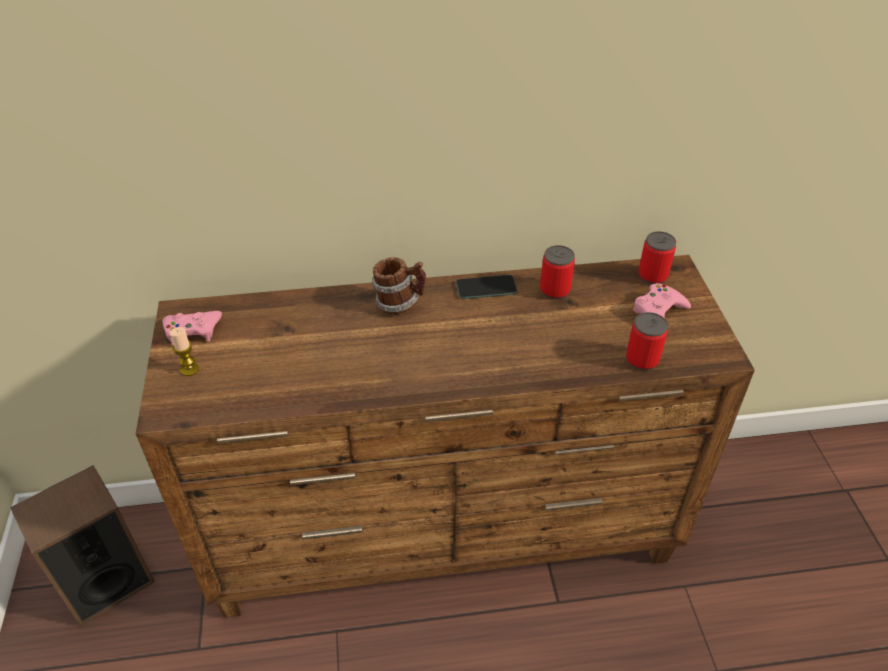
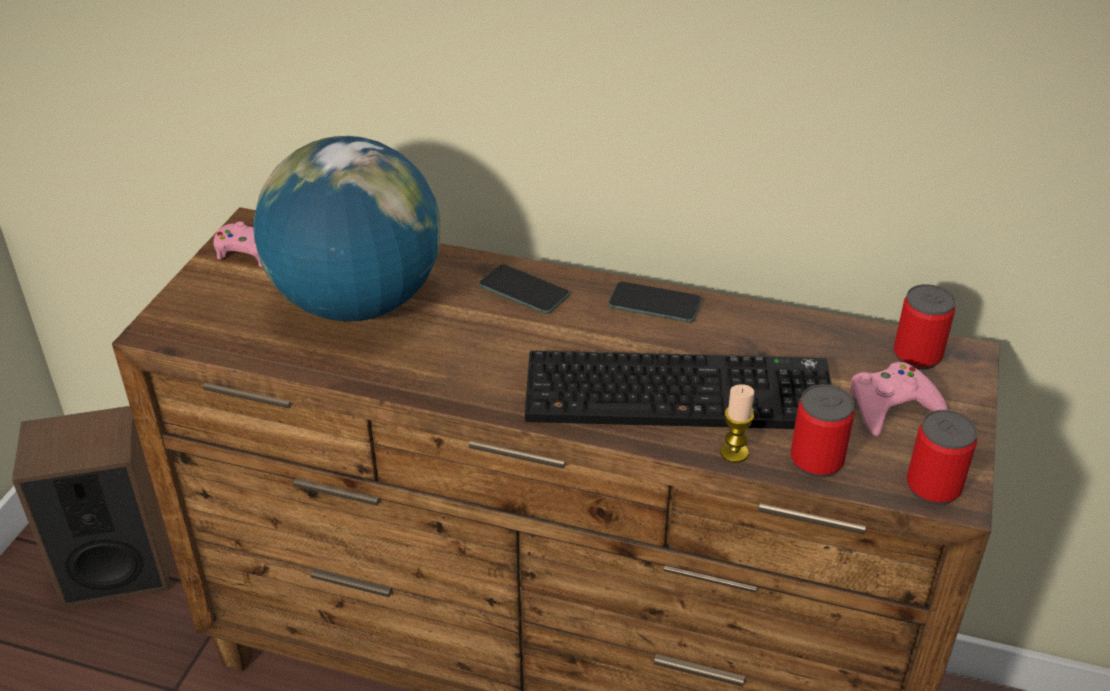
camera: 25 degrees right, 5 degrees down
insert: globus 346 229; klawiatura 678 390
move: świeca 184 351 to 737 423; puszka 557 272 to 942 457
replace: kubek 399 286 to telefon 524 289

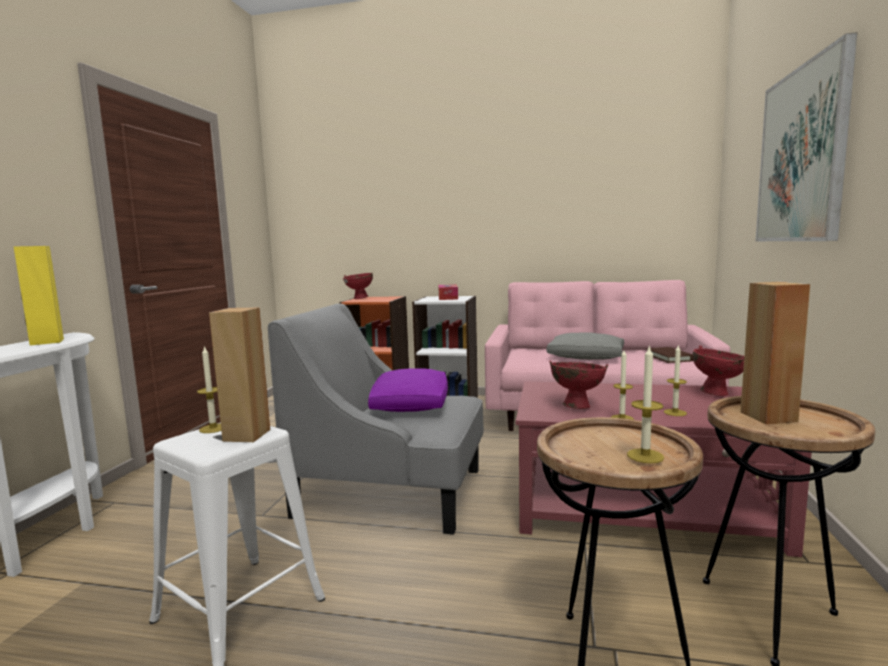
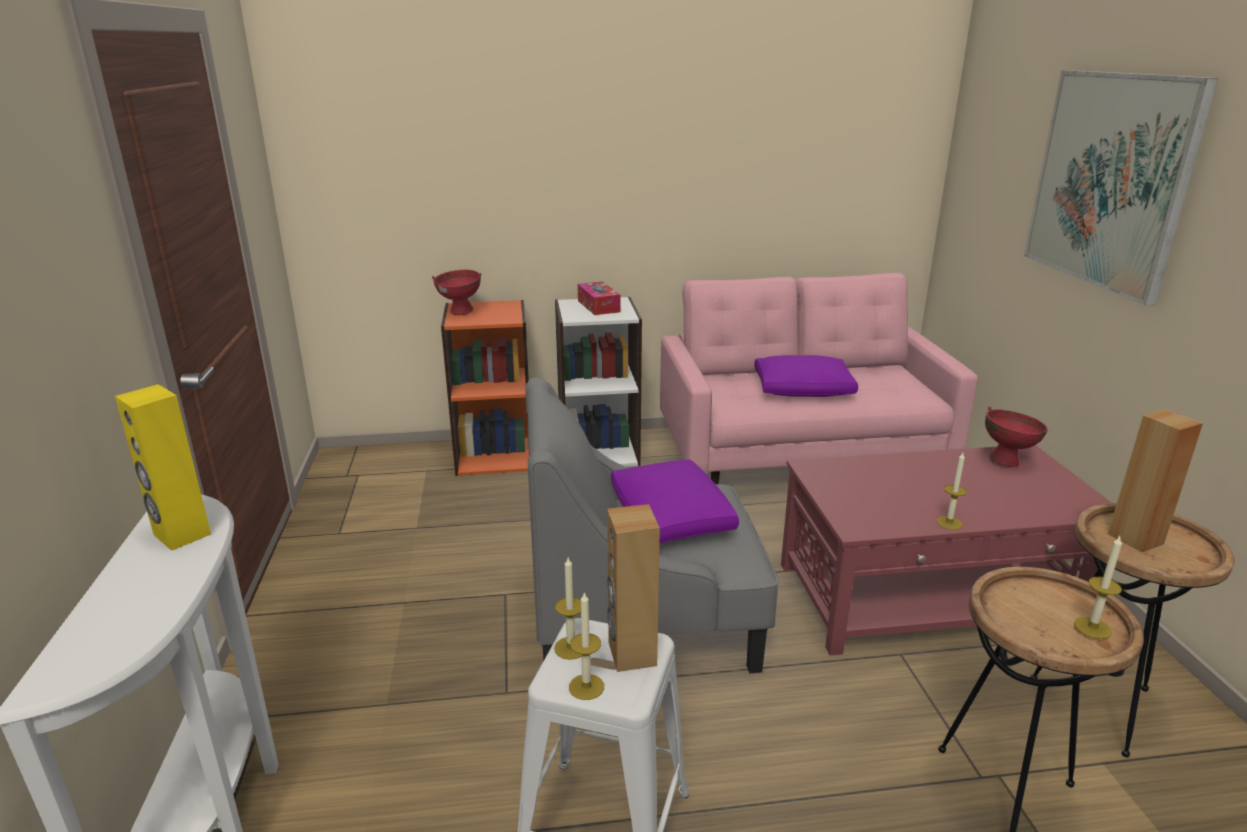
camera: 20 degrees left, 15 degrees up
delete: miska (czerwony) 578 385; książka (brązowy) 669 355
move: świeca 675 380 to 586 645
recolor: poduszka (szary) 585 346 to poduszka (fioletowy) 806 376

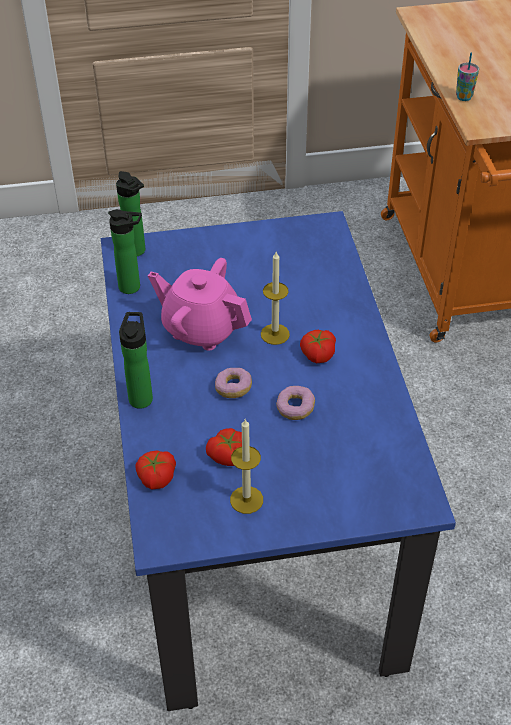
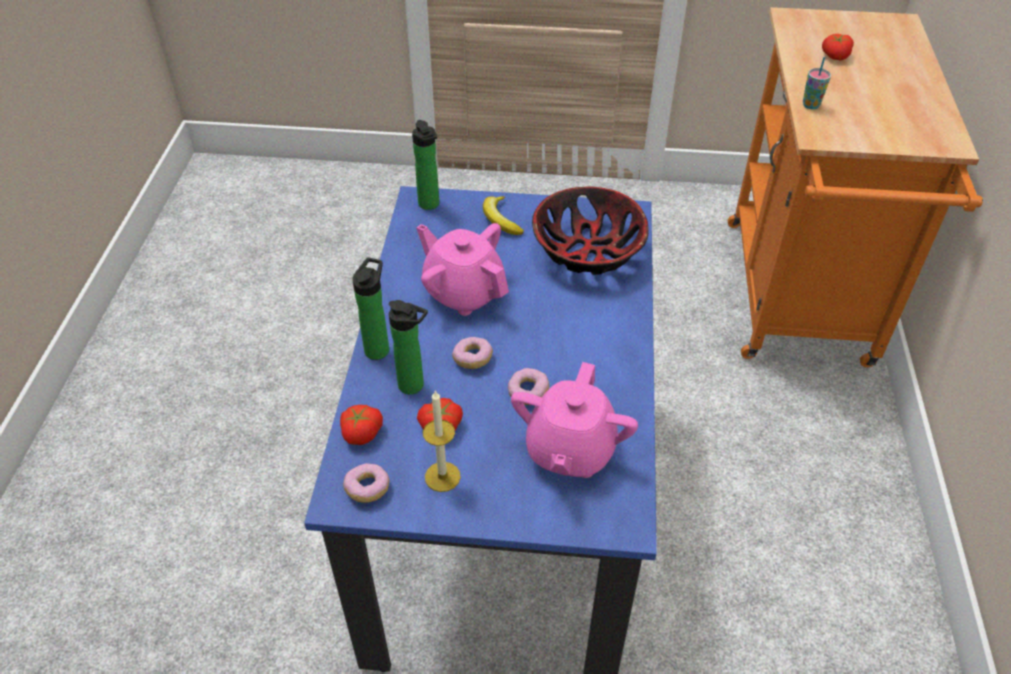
camera: 15 degrees right, 0 degrees up
delete: świeca 275 298
insert: donut 366 483; banan 503 215; imbryk (różowy) 574 420; miska 590 231
move: butelka 125 251 to 408 347; pomidor 318 346 to 838 47

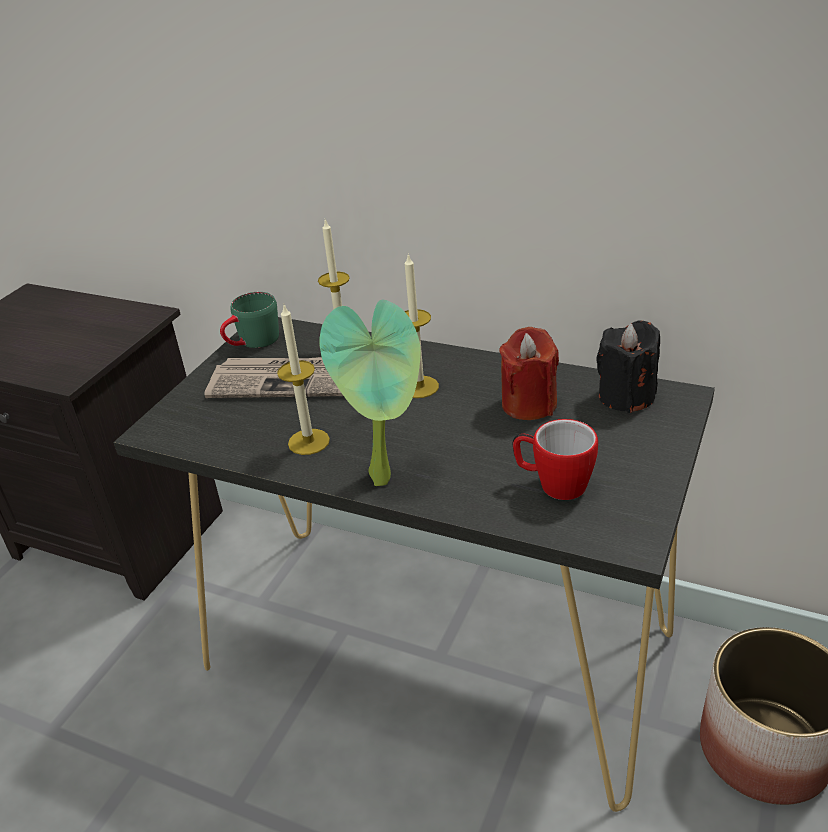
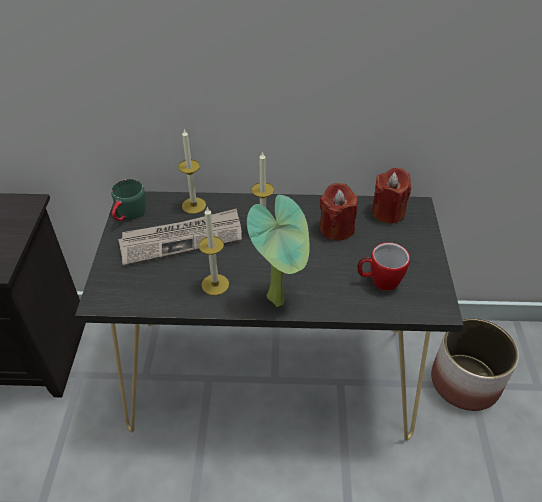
camera: 25 degrees left, 10 degrees up
recolor: świeca (czarny) 628 366 to świeca (czerwony) 391 196

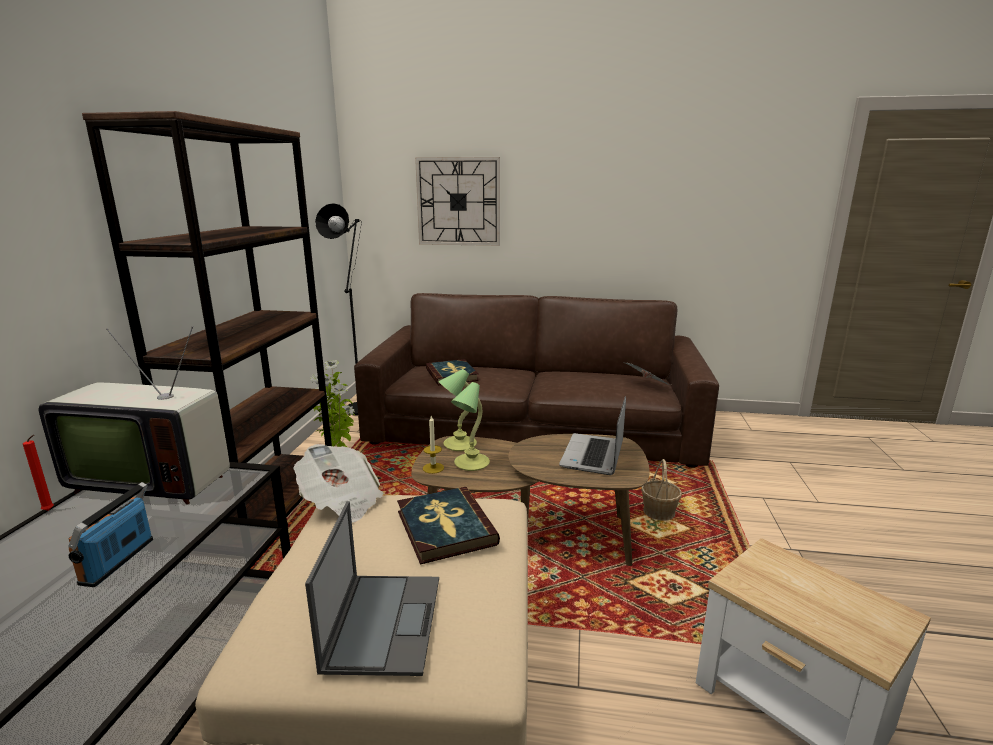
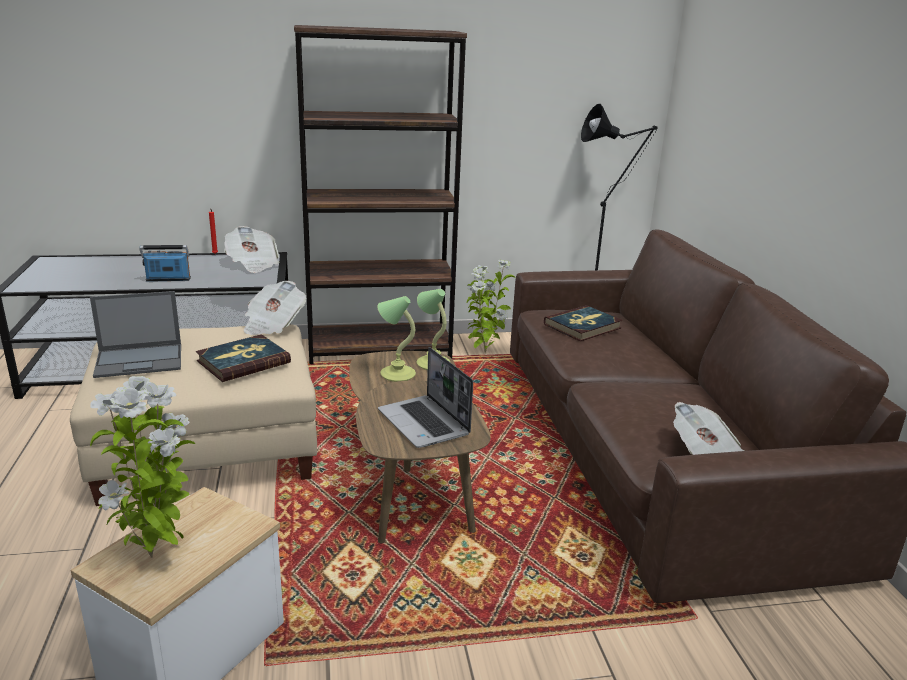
camera: 70 degrees right, 5 degrees up
delete: zegar ścienny 457 201; świeca 433 445; koszyk 661 489
insert: roślina doniczkowa 142 467
replace: telewizor 134 415 to gazeta 251 249
rotate: laptop 592 435 = 425 397 120 degrees counterclockwise

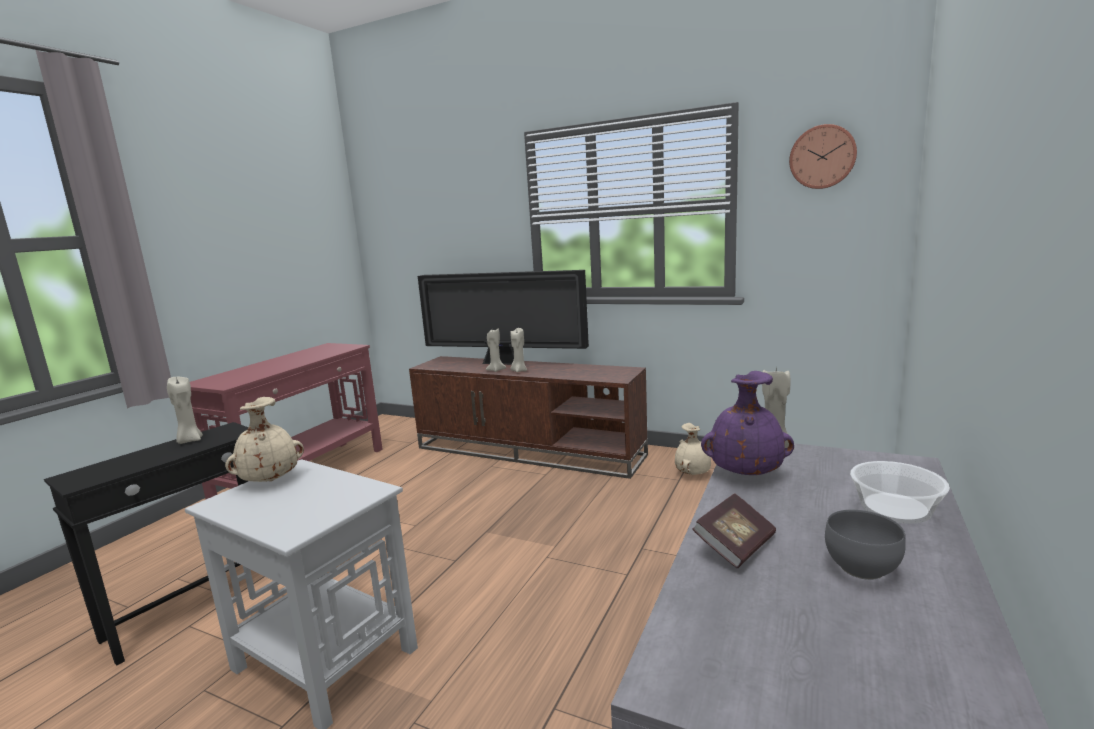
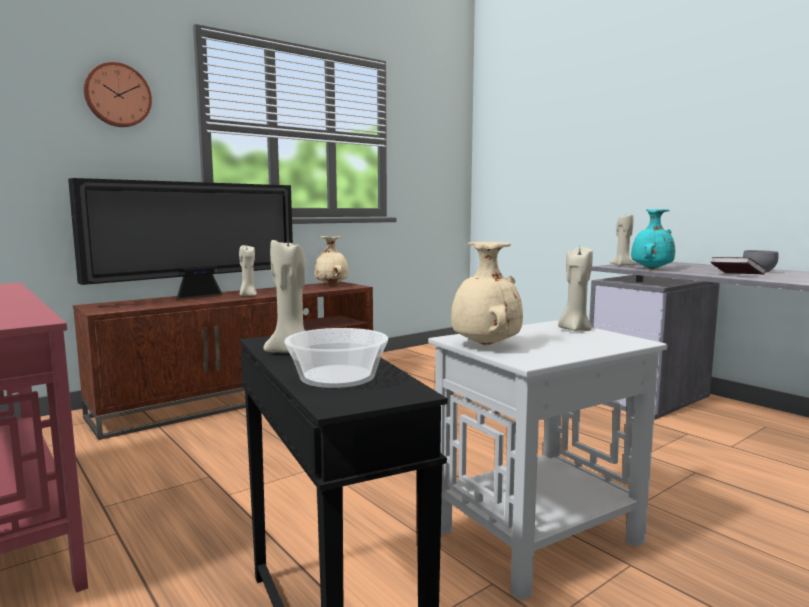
camera: 65 degrees left, 5 degrees down
move: zegar ścienny 823 156 to 118 94; miska 900 492 to 336 358; wazon (beżowy) 693 449 to 331 260; świeca (beżowy) 496 350 to 575 289
recolor: wazon (fioletowy) 747 423 to wazon (turkusowy) 653 239

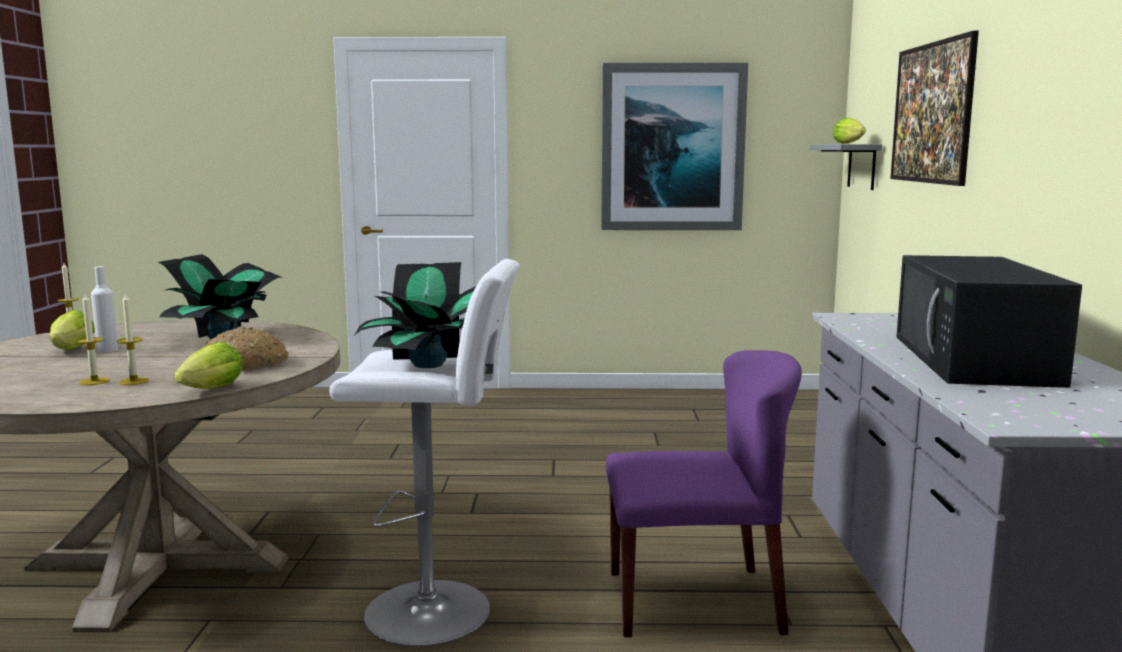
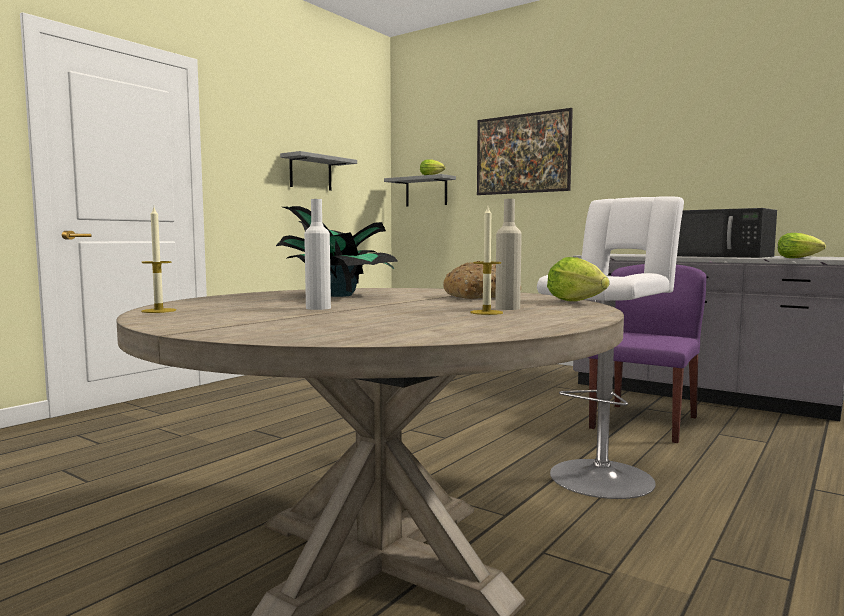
camera: 55 degrees left, 5 degrees down
delete: roślina doniczkowa 426 315
move: sałata 72 329 to 802 245
replace: obraz 674 146 to półka (szary) 318 171; świeca 133 339 to butelka (beżowy) 508 254

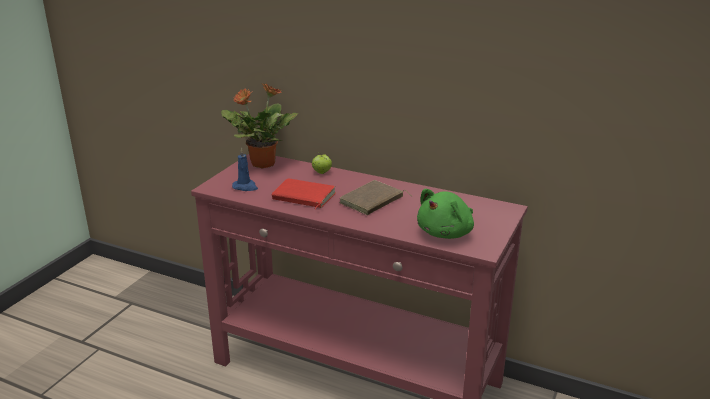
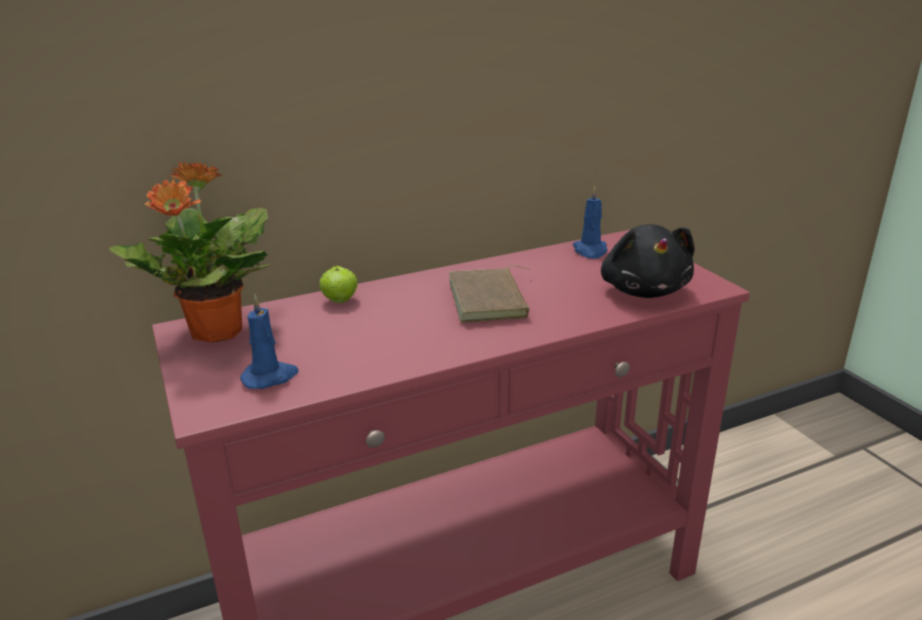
camera: 50 degrees left, 0 degrees up
delete: książka (czerwony) 304 194
insert: świeca (niebieski) 590 222
recolor: pluszak (zielony) 445 214 to pluszak (czarny) 648 261

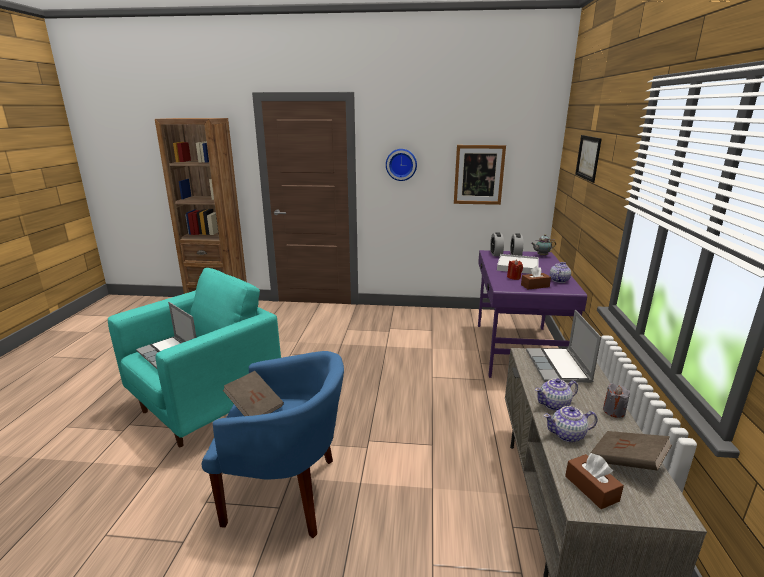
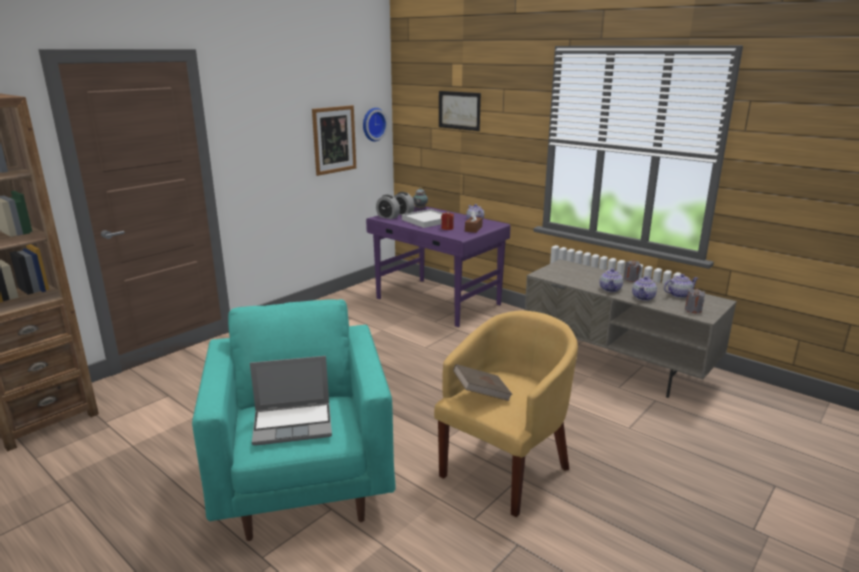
camera: 55 degrees left, 0 degrees up
delete: laptop 563 346
move: zegar ścienny 401 165 to 375 125
replace: książka (brązowy) 631 451 to imbryk 681 286; pudełko chusteczek (brązowy) 594 481 to świeca (szary) 695 300
recolor: fotel (niebieski) 273 444 to fotel (żółty) 506 413

